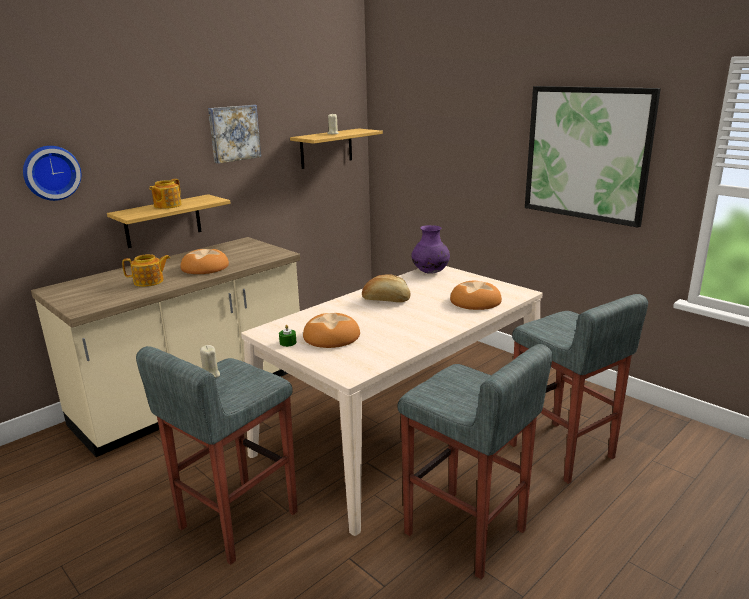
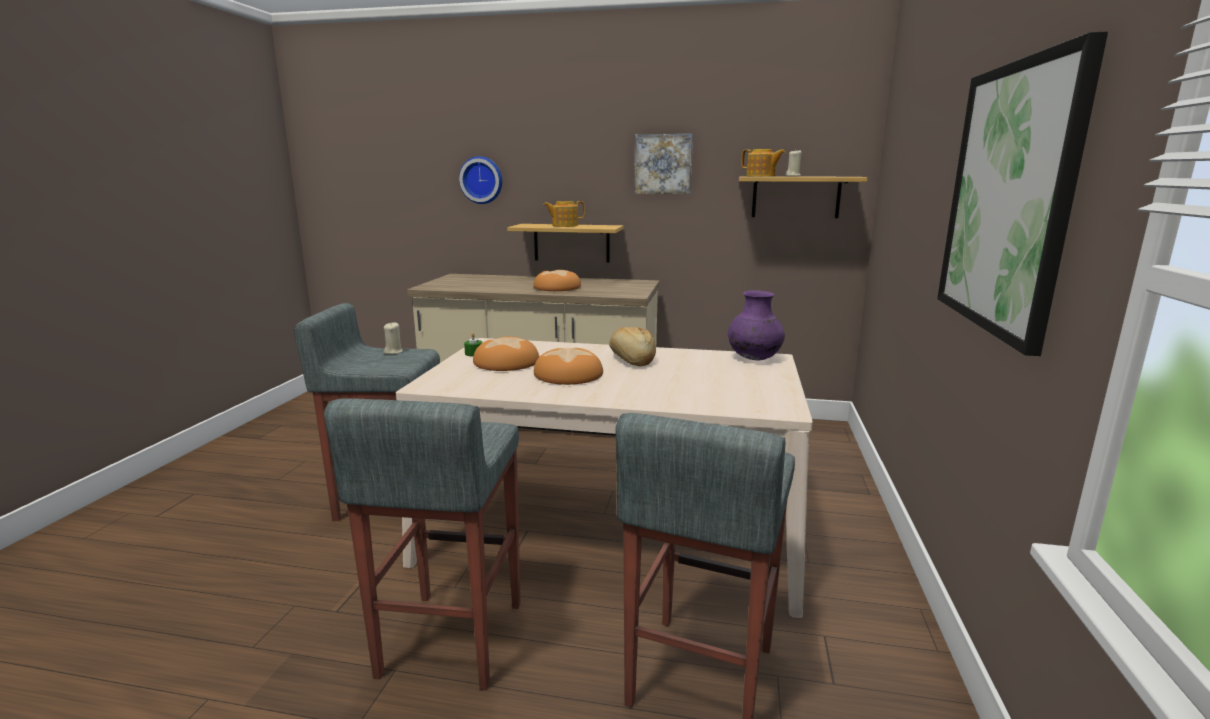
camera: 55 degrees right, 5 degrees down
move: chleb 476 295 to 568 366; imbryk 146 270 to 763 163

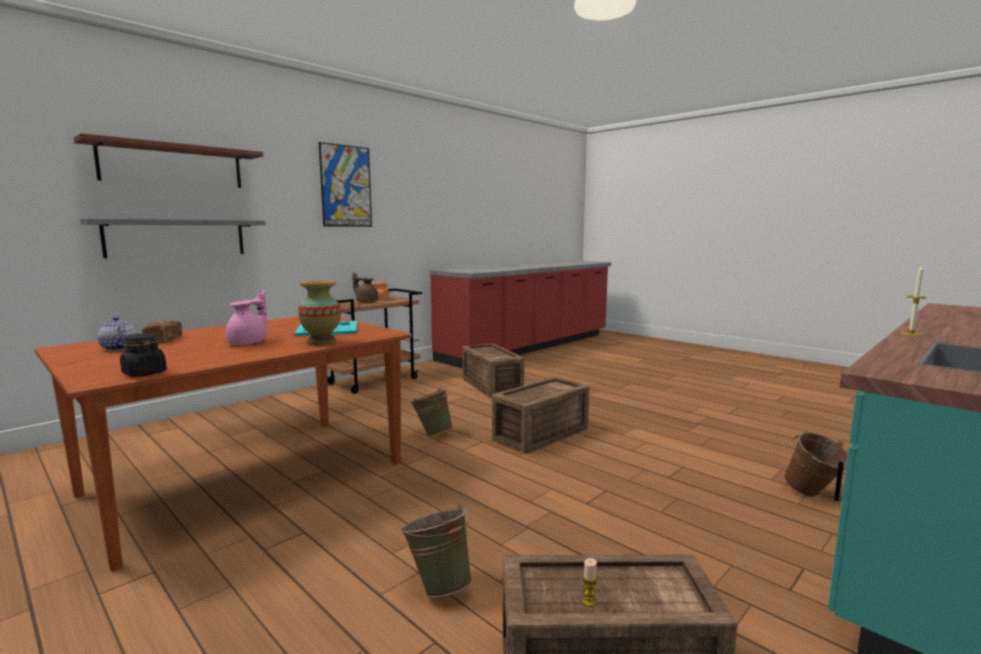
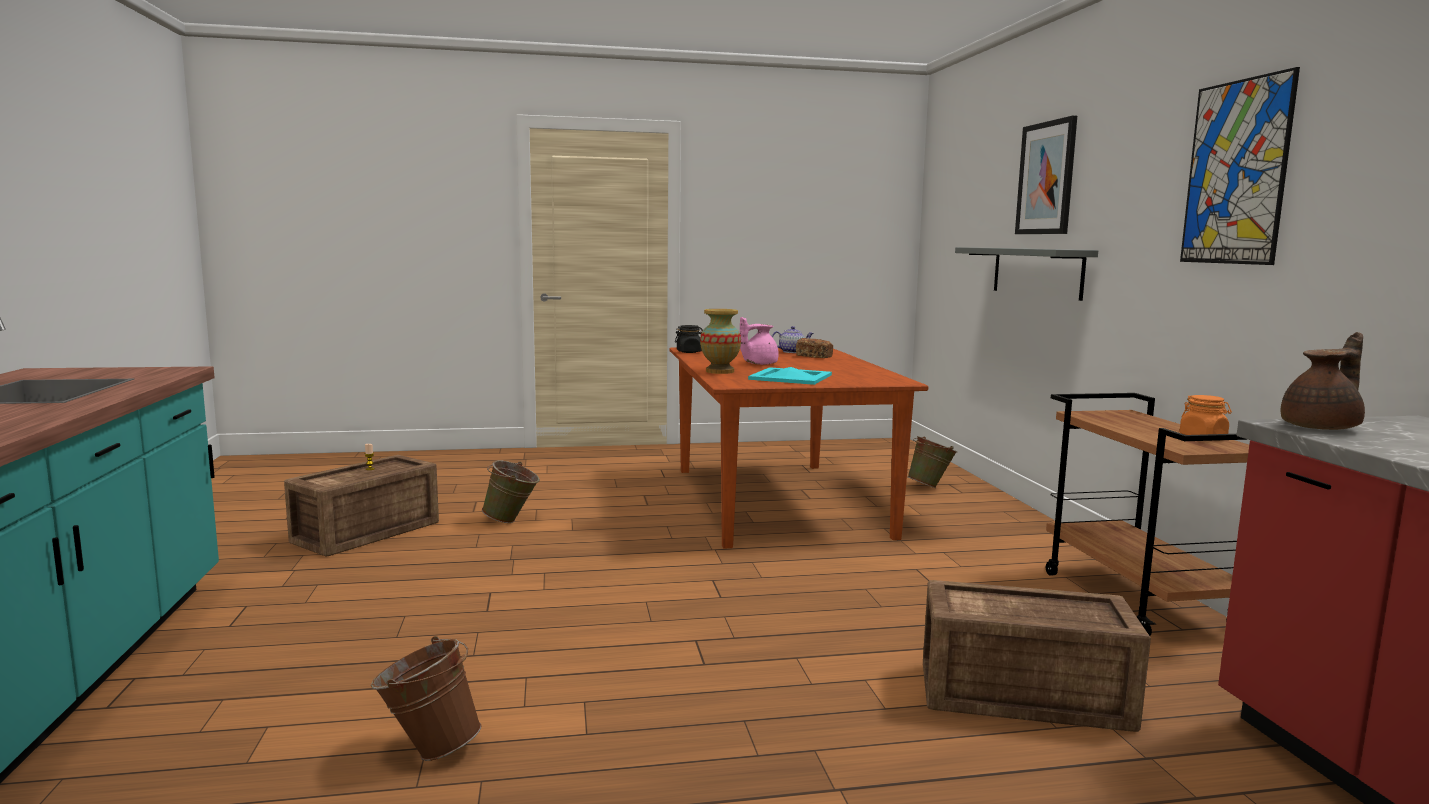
camera: 125 degrees right, 0 degrees up
delete: skrzynka 540 415; świeca 913 300
move: wiadro (brązowy) 816 464 to 426 698; wiadro (zielony) 431 412 to 932 462; imbryk (brązowy) 365 287 to 1323 381
replace: półka (brązowy) 168 160 to obraz 1046 174
rotate: imbryk (różowy) 246 317 = 759 341 90 degrees clockwise

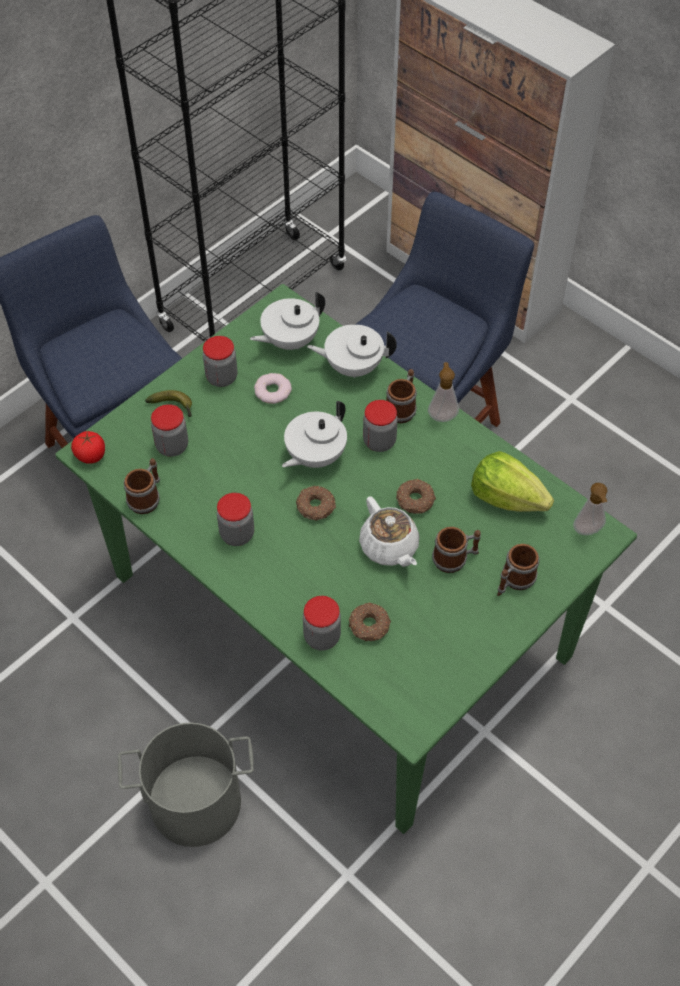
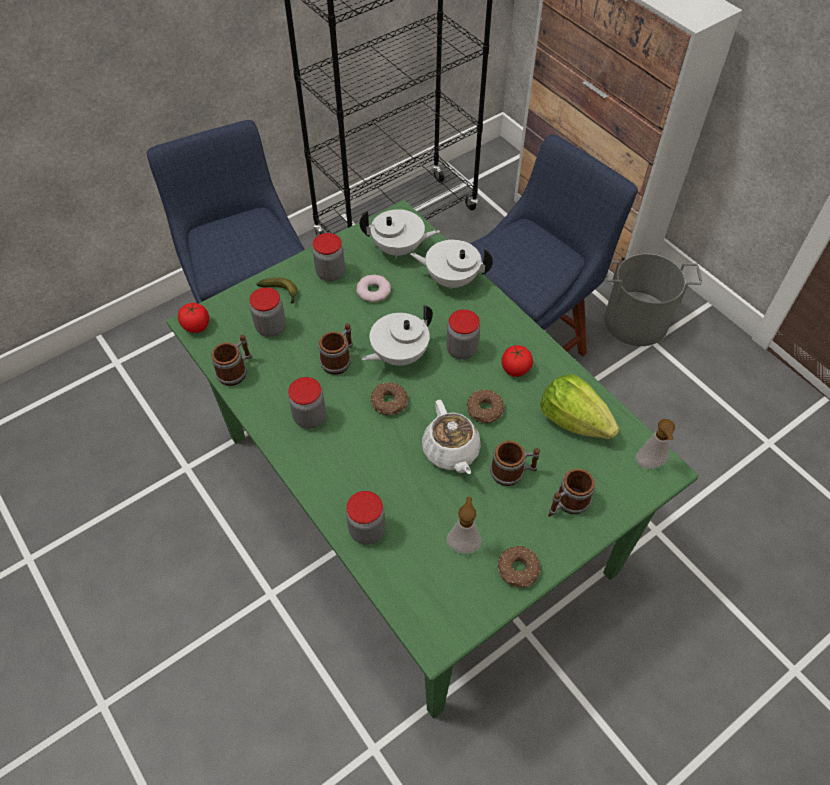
camera: 10 degrees right, 0 degrees up
insert: pomidor 517 361
move: kubek 401 396 to 336 349; dozownik mydła 443 392 to 464 525; donut 370 621 to 519 566; wiadro (szary) 186 785 to 653 299
rotate: imbryk (biały) 287 321 = 400 234 150 degrees counterclockwise

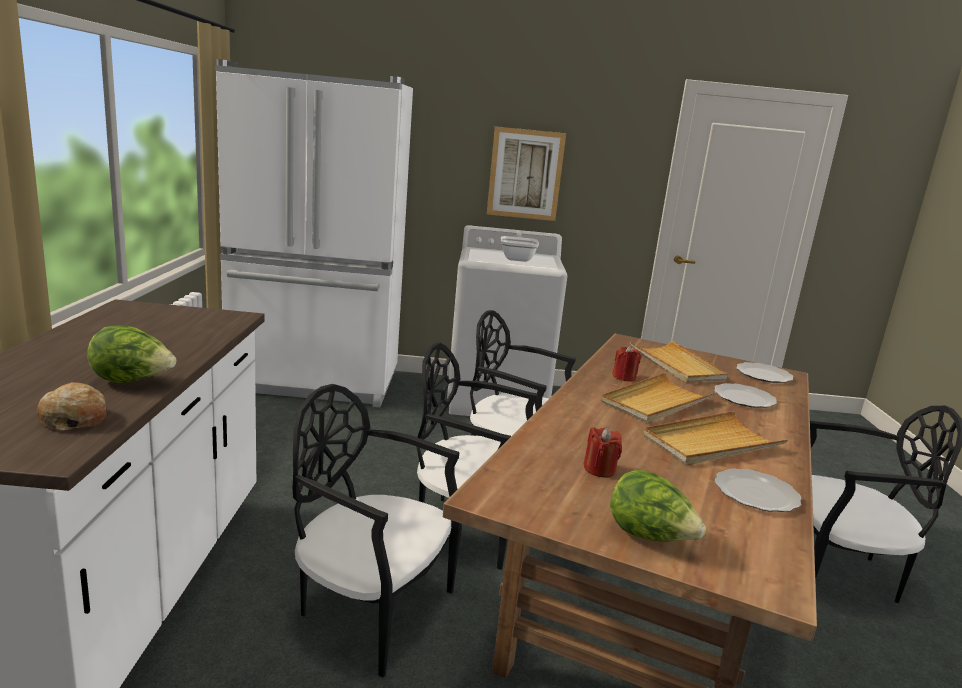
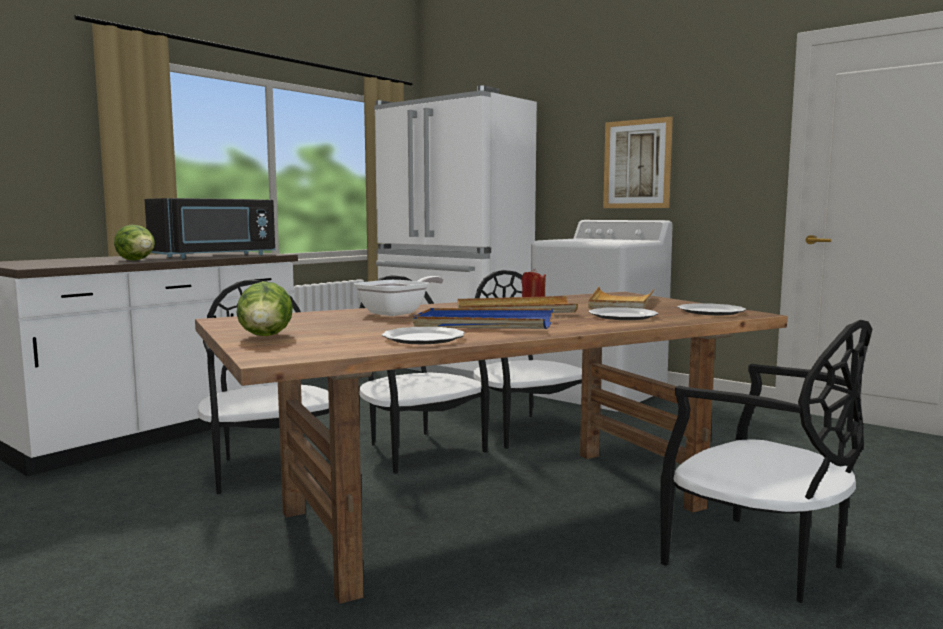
camera: 40 degrees right, 10 degrees down
delete: chleb 72 406; świeca (czerwony) 603 452
insert: mikrofalówka (czarny) 210 228
move: patelnia 520 247 to 399 296
recolor: taca (beżowy) 715 438 to taca (niebieski) 483 318

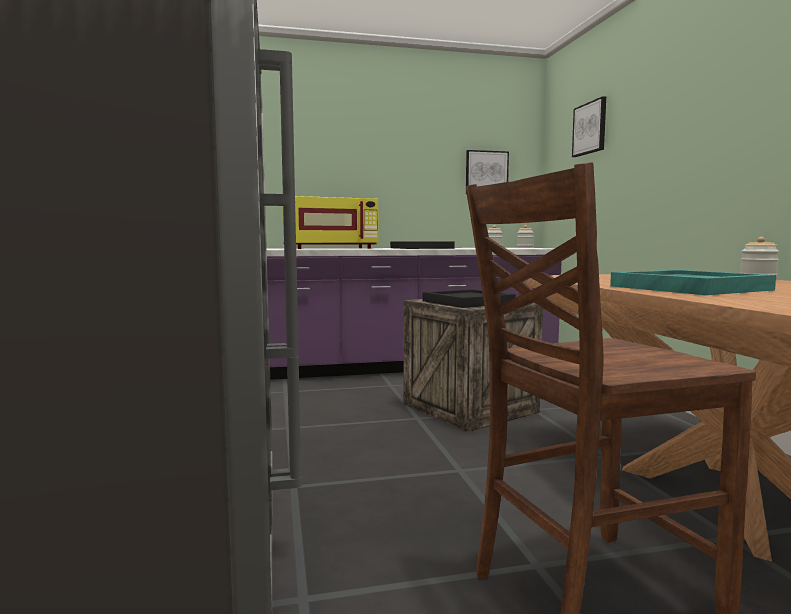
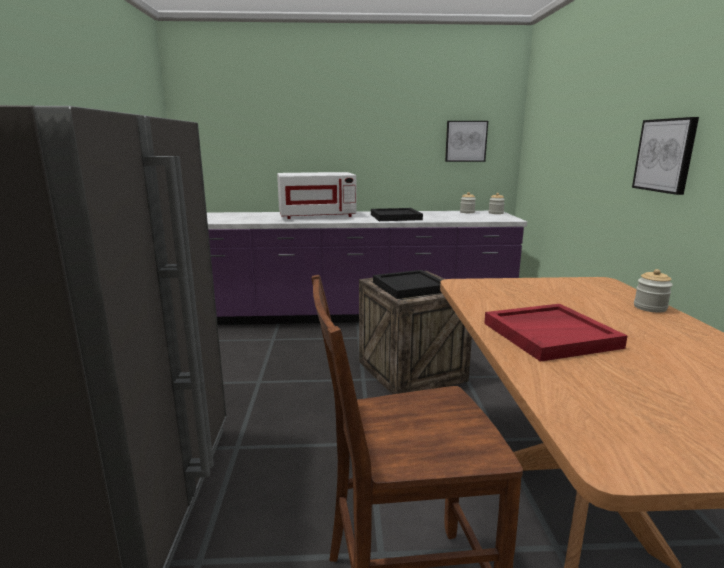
camera: 10 degrees right, 10 degrees up
move: obraz 589 126 to 665 156
recolor: mikrofalówka (żółty) 330 222 to mikrofalówka (biały) 316 195; taca (turkusowy) 693 282 to taca (czerwony) 555 333

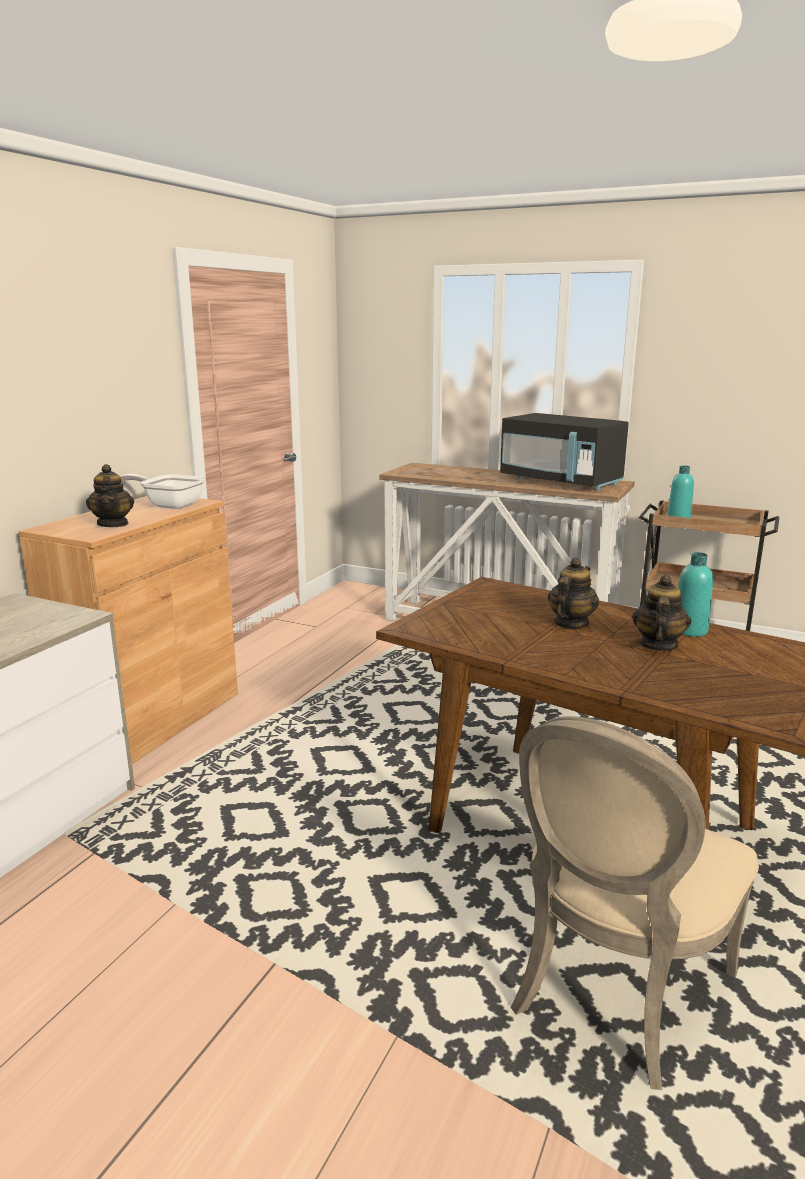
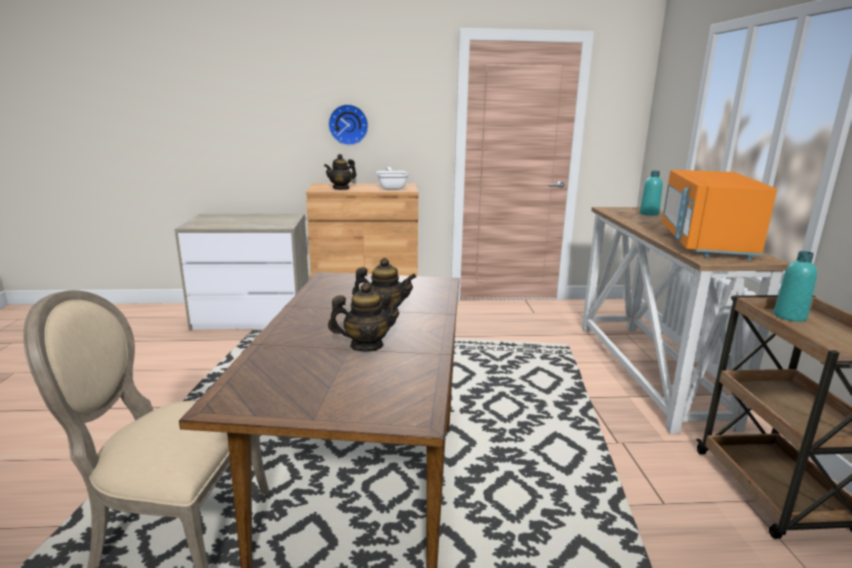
camera: 60 degrees right, 0 degrees up
insert: zegar ścienny 348 124
move: butelka (turkusowy) 695 594 to 651 193
recolor: mikrofalówka (czarny) 564 452 to mikrofalówka (pomarańczowy) 719 215

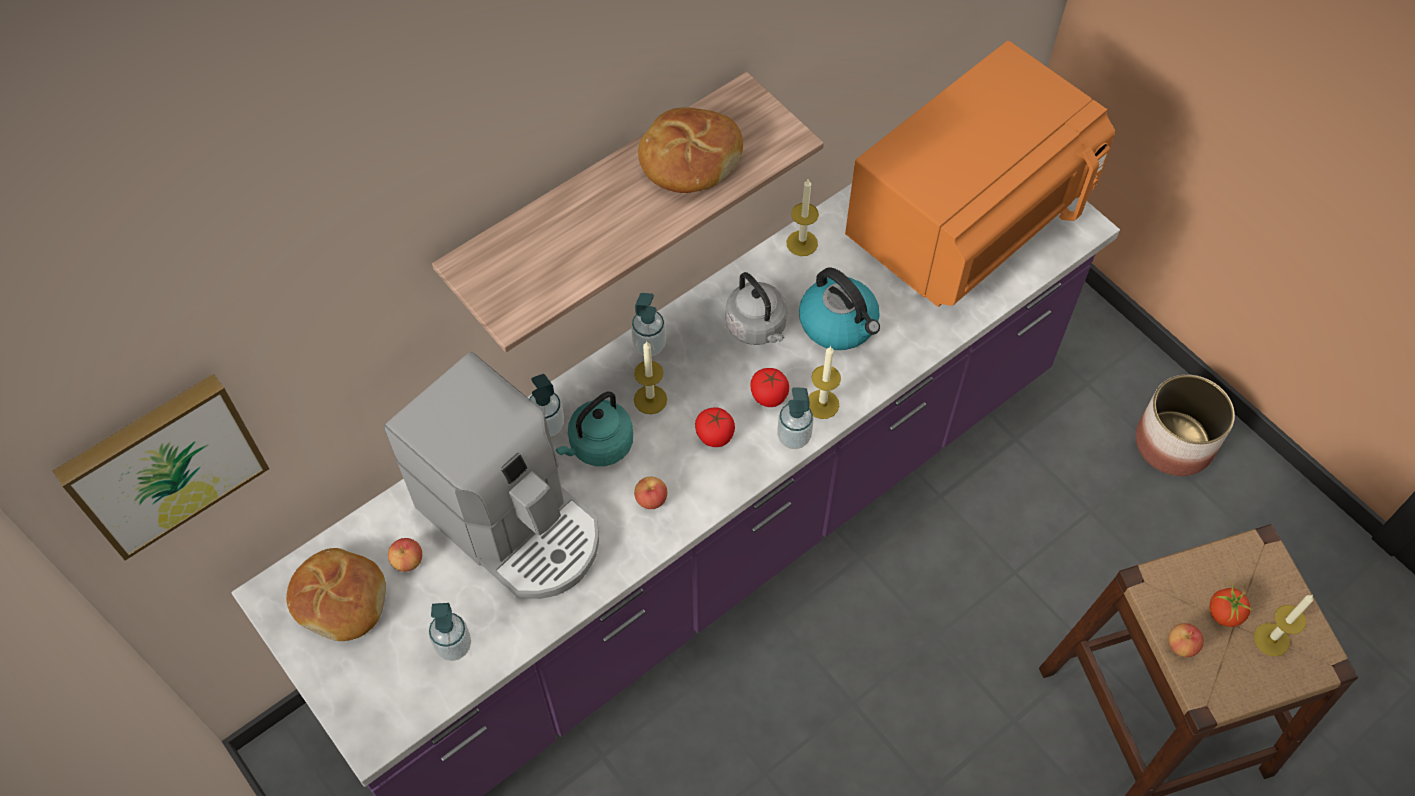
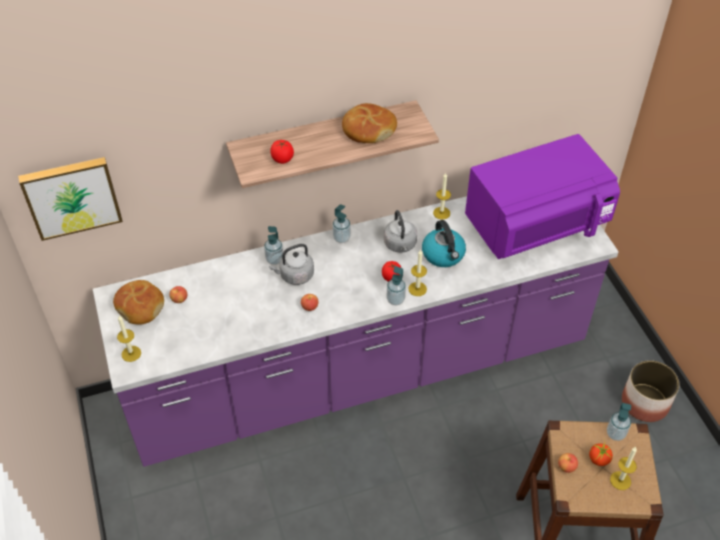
camera: 20 degrees right, 10 degrees down
delete: ekspres do kawy 491 475
move: świeca 650 377 to 129 339; pomidor 715 427 to 282 152; dozownik mydła 449 632 to 619 422
recolor: czajnik (turkusowy) 594 428 to czajnik (szary) 291 264; mikrofalówka (pomarańczowy) 980 174 to mikrofalówka (fioletowy) 542 196

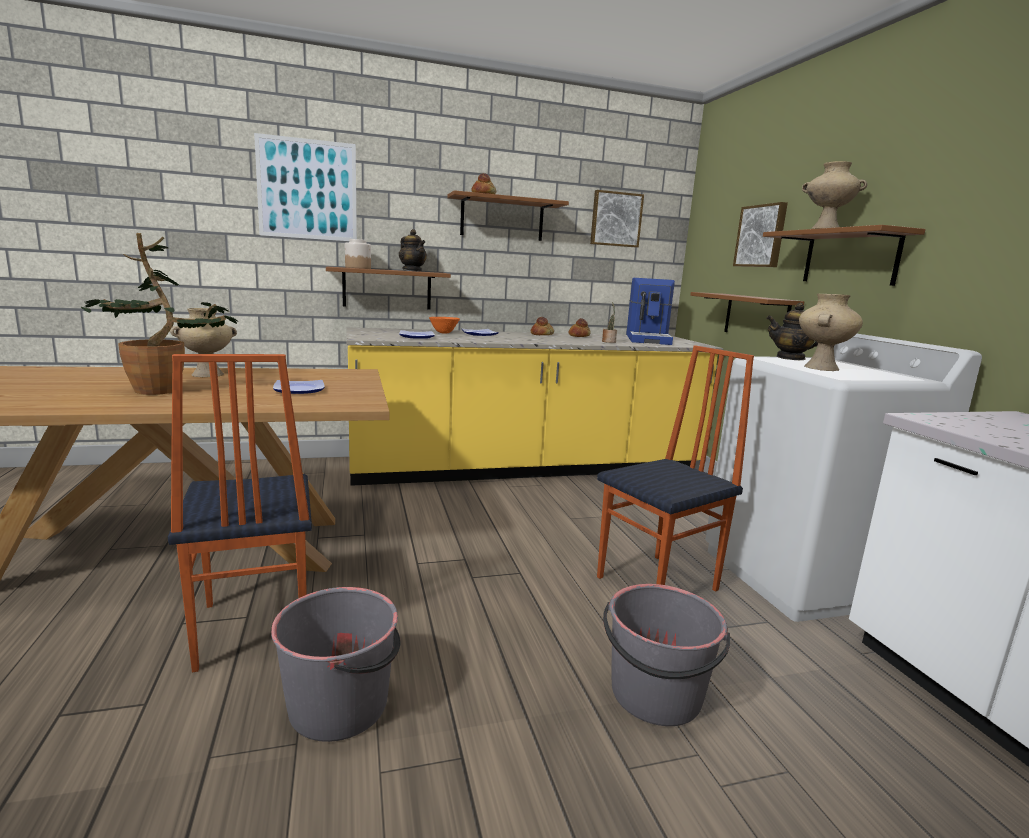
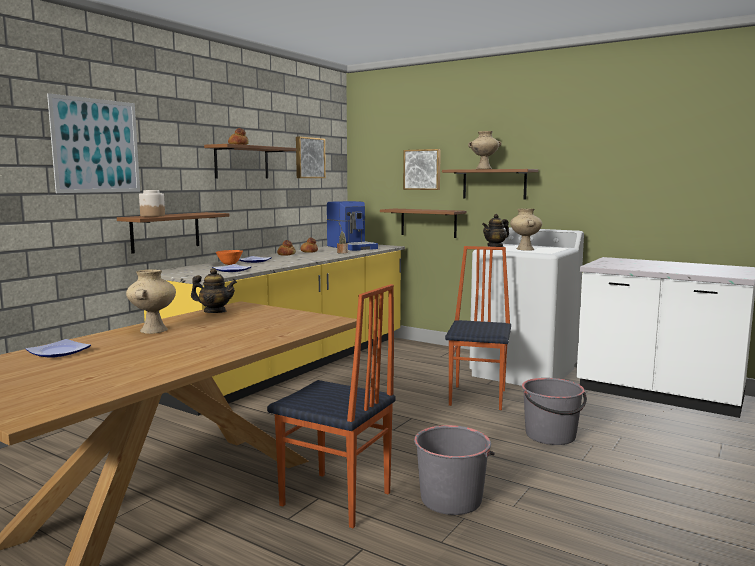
camera: 40 degrees left, 5 degrees down
delete: roślina doniczkowa 160 314
move: talerz 299 387 to 58 348; imbryk 413 250 to 214 290

